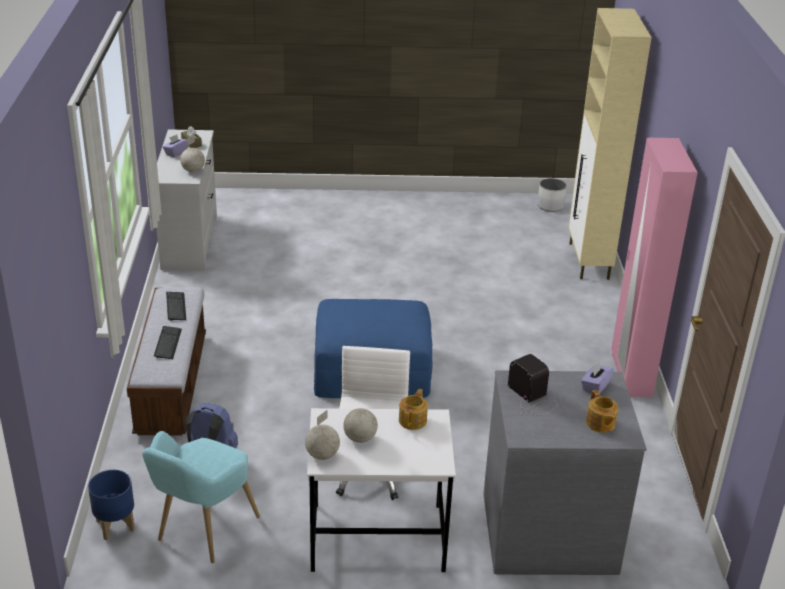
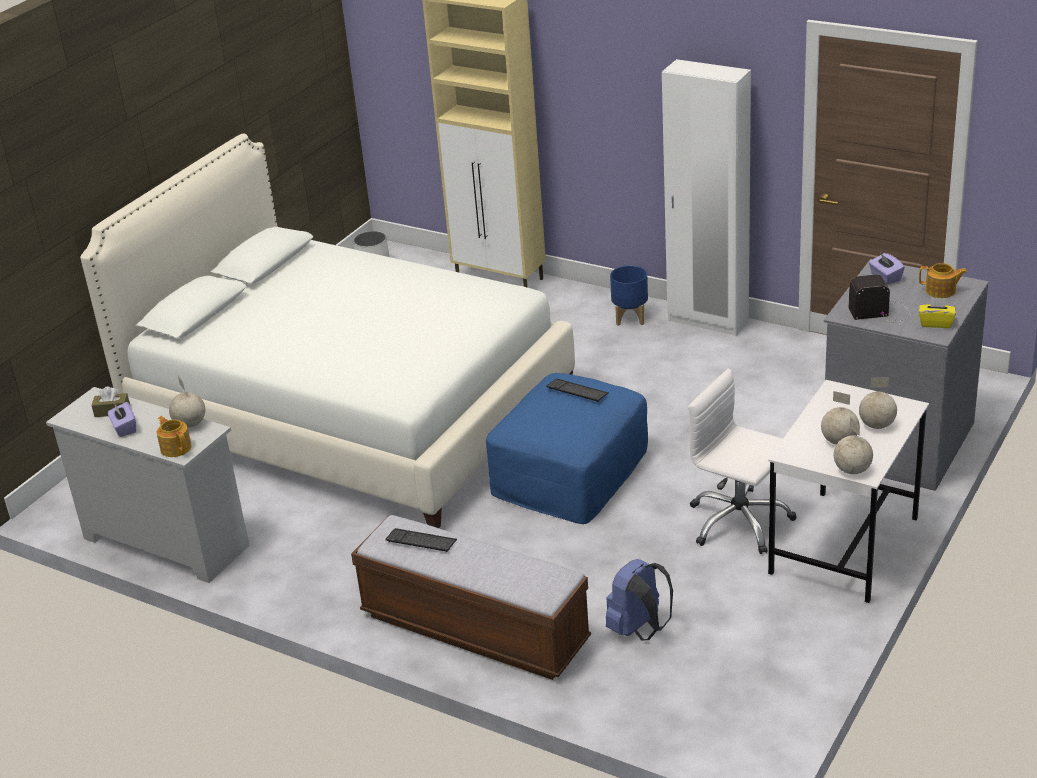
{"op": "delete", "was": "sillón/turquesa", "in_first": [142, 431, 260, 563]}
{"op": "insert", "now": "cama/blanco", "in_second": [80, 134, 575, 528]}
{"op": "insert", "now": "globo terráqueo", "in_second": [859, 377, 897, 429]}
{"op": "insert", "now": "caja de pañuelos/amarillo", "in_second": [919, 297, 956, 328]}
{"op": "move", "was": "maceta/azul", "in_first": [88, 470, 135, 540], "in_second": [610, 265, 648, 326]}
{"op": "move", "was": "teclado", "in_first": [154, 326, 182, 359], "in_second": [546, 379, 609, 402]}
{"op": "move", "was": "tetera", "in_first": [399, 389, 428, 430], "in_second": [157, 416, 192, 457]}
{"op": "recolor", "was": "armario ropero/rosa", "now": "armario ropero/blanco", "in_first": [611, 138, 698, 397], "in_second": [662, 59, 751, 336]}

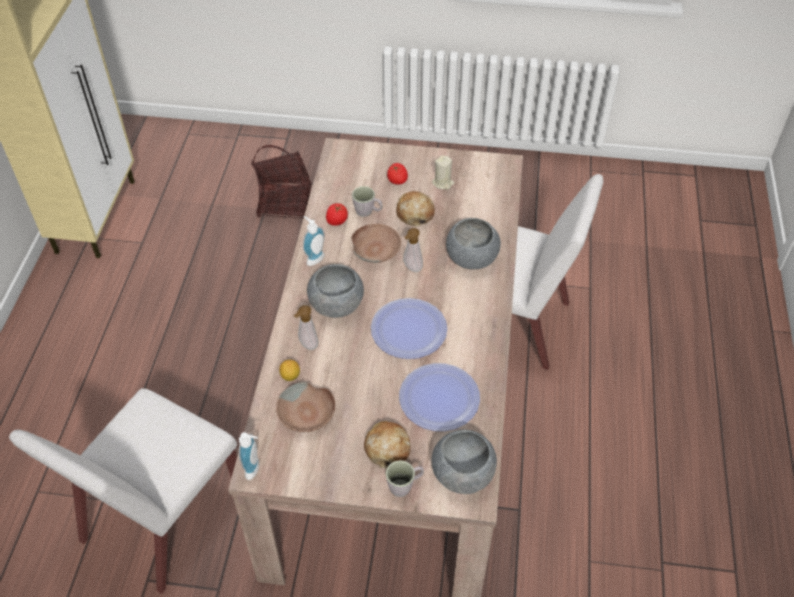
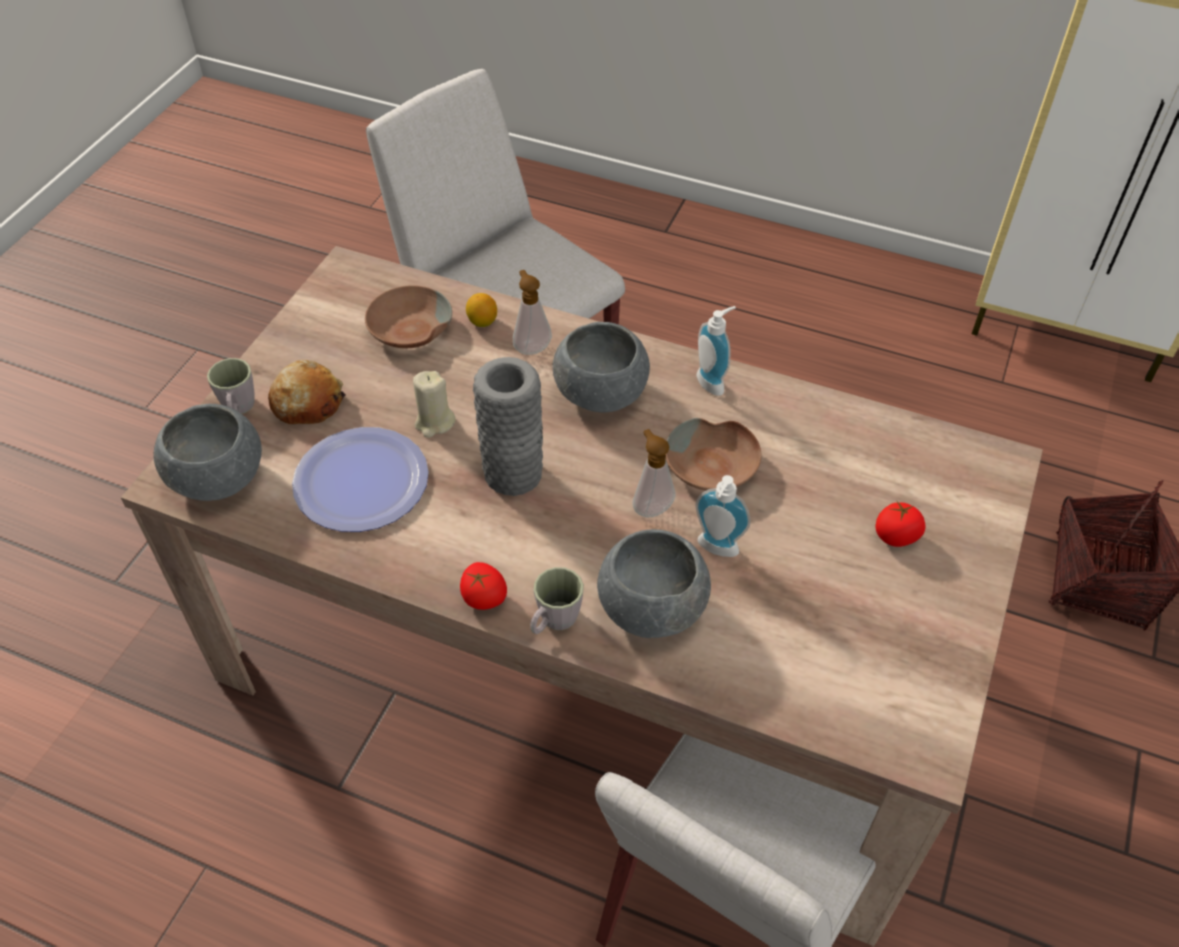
{"op": "delete", "was": "pan", "in_first": [396, 191, 435, 227]}
{"op": "move", "was": "dispensador de jabón", "in_first": [239, 432, 259, 480], "in_second": [695, 475, 750, 557]}
{"op": "move", "was": "tomate", "in_first": [326, 203, 348, 226], "in_second": [460, 562, 507, 610]}
{"op": "move", "was": "taza grande/gris", "in_first": [352, 186, 383, 217], "in_second": [530, 567, 584, 634]}
{"op": "move", "was": "vela/beis", "in_first": [432, 156, 454, 189], "in_second": [413, 371, 456, 438]}
{"op": "replace", "was": "plato", "now": "florero/gris", "in_first": [371, 298, 447, 359], "in_second": [473, 357, 543, 496]}

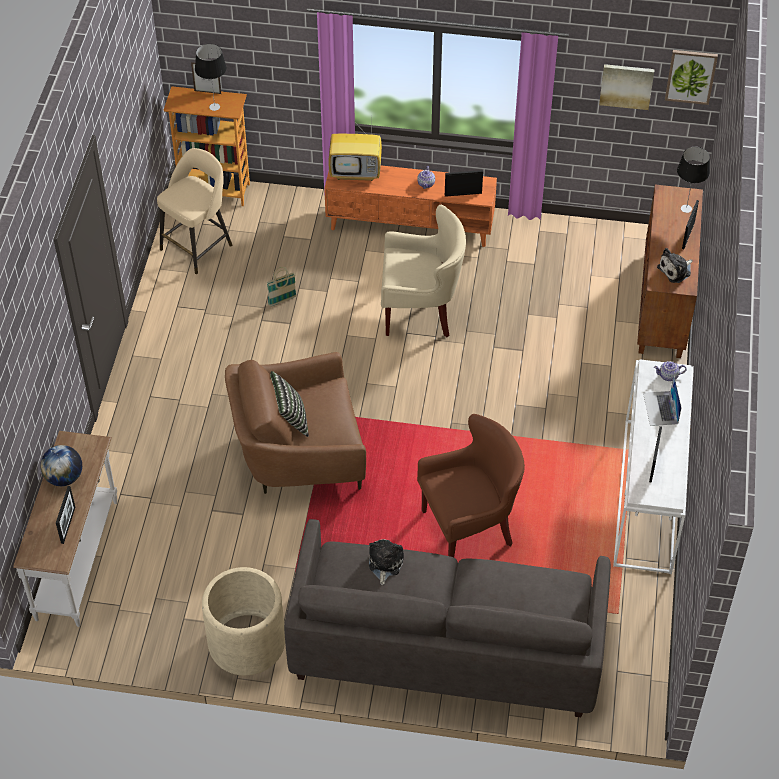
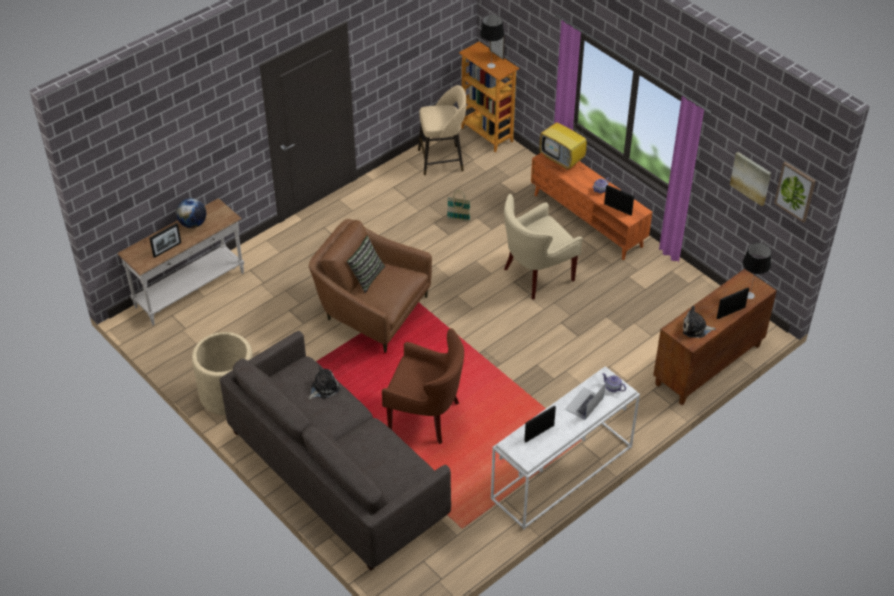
{"op": "rotate", "was": "sillón/beis", "in_first": [381, 205, 466, 338], "in_second": [504, 194, 583, 300], "clockwise": 105}

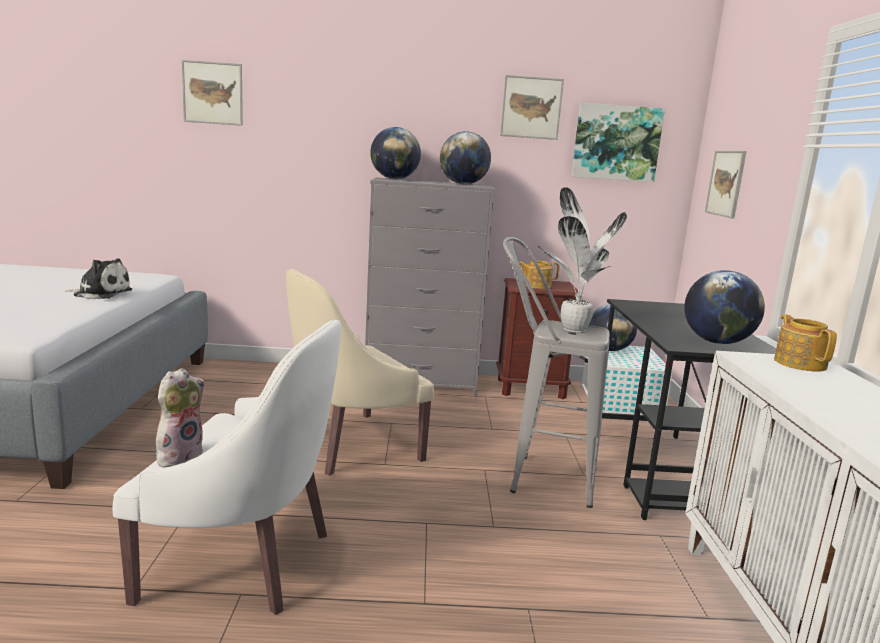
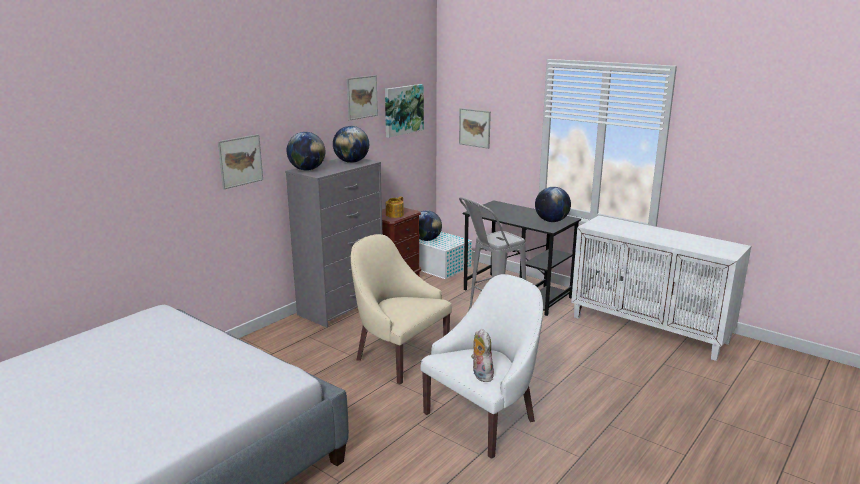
{"op": "delete", "was": "peluche", "in_first": [65, 258, 132, 299]}
{"op": "delete", "was": "planta en maceta", "in_first": [537, 187, 627, 333]}
{"op": "delete", "was": "tetera", "in_first": [774, 315, 837, 372]}
{"op": "move", "was": "cuadro", "in_first": [182, 60, 243, 126], "in_second": [217, 134, 263, 189]}
{"op": "rotate", "was": "sillón/beis", "in_first": [286, 269, 434, 476], "in_second": [351, 234, 452, 384], "clockwise": 120}

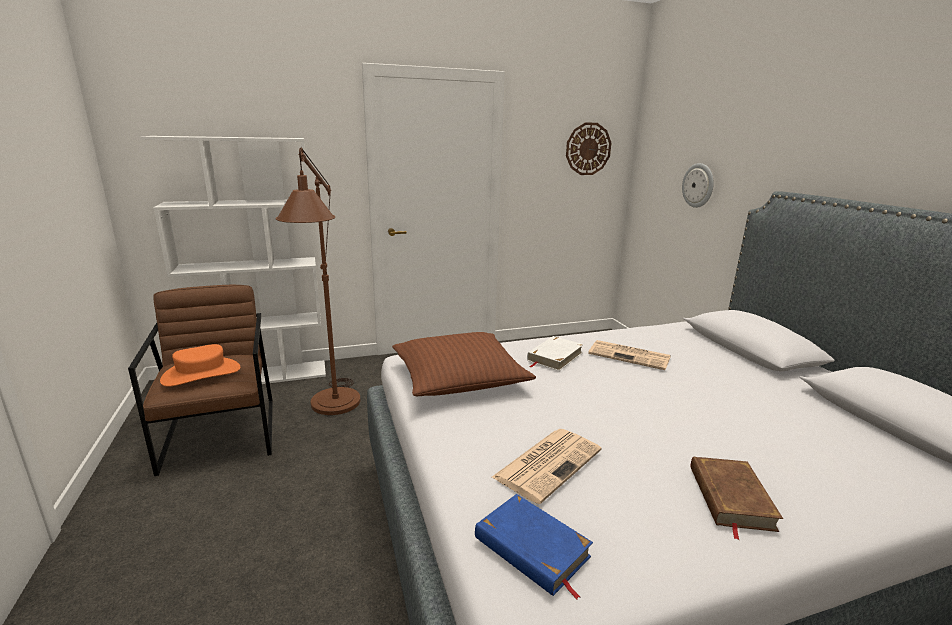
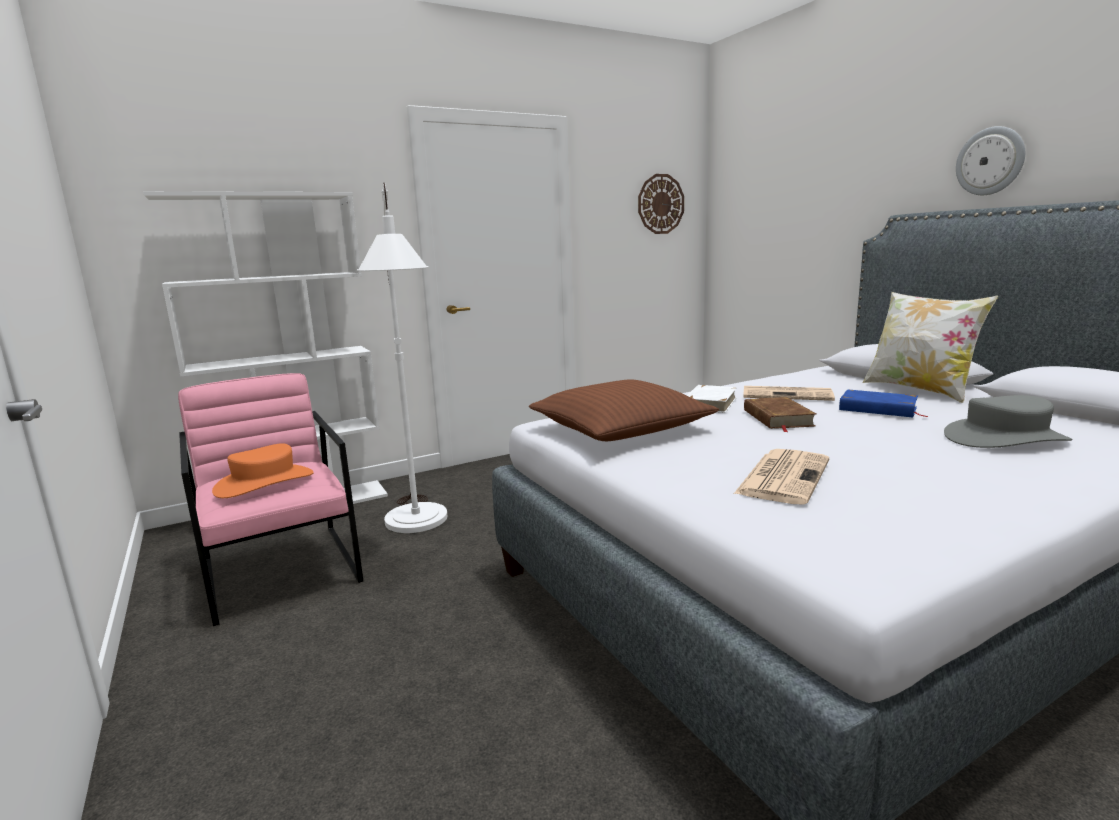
{"op": "insert", "now": "cojín", "in_second": [863, 292, 998, 403]}
{"op": "insert", "now": "sombrero/gris", "in_second": [944, 395, 1072, 448]}
{"op": "move", "was": "libro/azul", "in_first": [475, 494, 593, 599], "in_second": [839, 389, 928, 417]}
{"op": "move", "was": "reloj de pared", "in_first": [682, 163, 714, 208], "in_second": [956, 126, 1025, 195]}
{"op": "move", "was": "libro/marrón", "in_first": [690, 457, 783, 540], "in_second": [744, 397, 816, 432]}
{"op": "recolor", "was": "sillón/marrón", "now": "sillón/rosa", "in_first": [128, 284, 273, 476], "in_second": [178, 373, 363, 626]}
{"op": "recolor", "was": "lámpara de pie/marrón", "now": "lámpara de pie/blanco", "in_first": [276, 148, 361, 415], "in_second": [357, 183, 447, 533]}

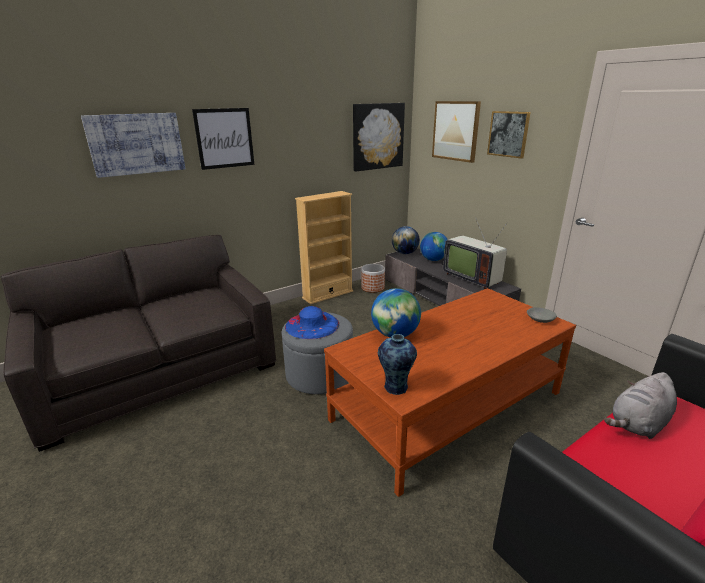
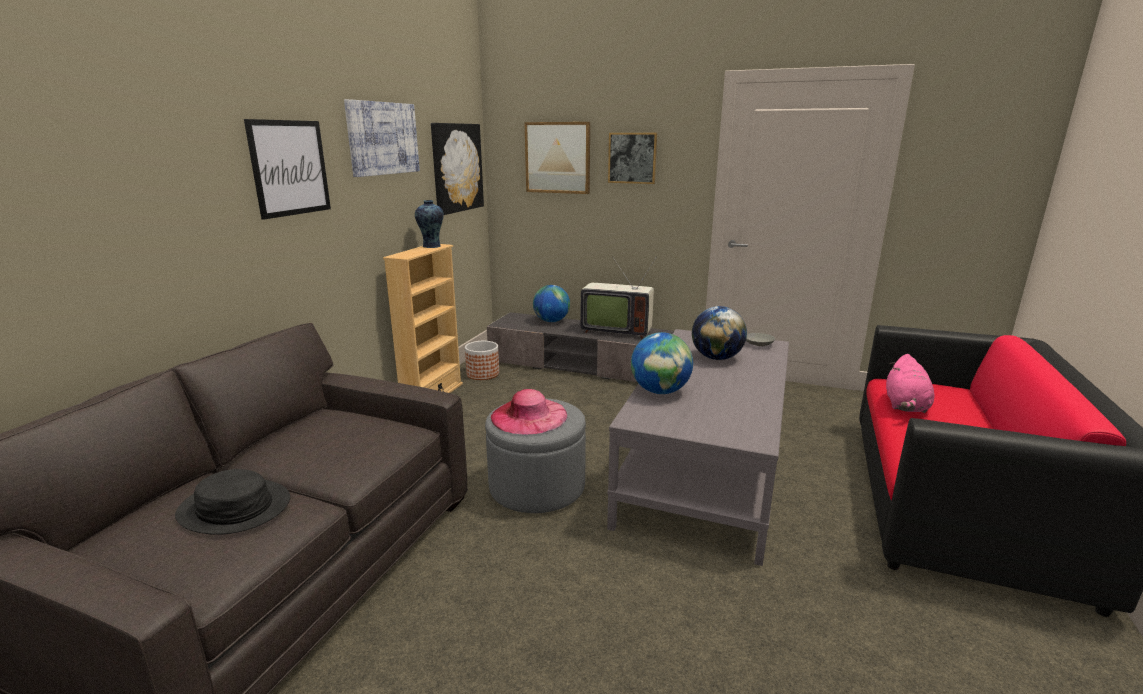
{"op": "insert", "now": "sombrero/negro", "in_second": [175, 469, 290, 535]}
{"op": "move", "was": "cuadro", "in_first": [81, 113, 186, 178], "in_second": [344, 99, 420, 177]}
{"op": "move", "was": "florero", "in_first": [378, 334, 417, 395], "in_second": [415, 200, 444, 248]}
{"op": "move", "was": "globo terráqueo", "in_first": [392, 226, 420, 254], "in_second": [692, 306, 747, 360]}
{"op": "recolor", "was": "sombrero/azul", "now": "sombrero/rosa", "in_first": [285, 306, 339, 339], "in_second": [491, 389, 567, 435]}
{"op": "recolor", "was": "mesa de centro/marrón", "now": "mesa de centro/gris", "in_first": [324, 288, 576, 497], "in_second": [607, 329, 789, 566]}
{"op": "recolor", "was": "peluche/gris", "now": "peluche/rosa", "in_first": [604, 372, 677, 439], "in_second": [886, 354, 935, 413]}

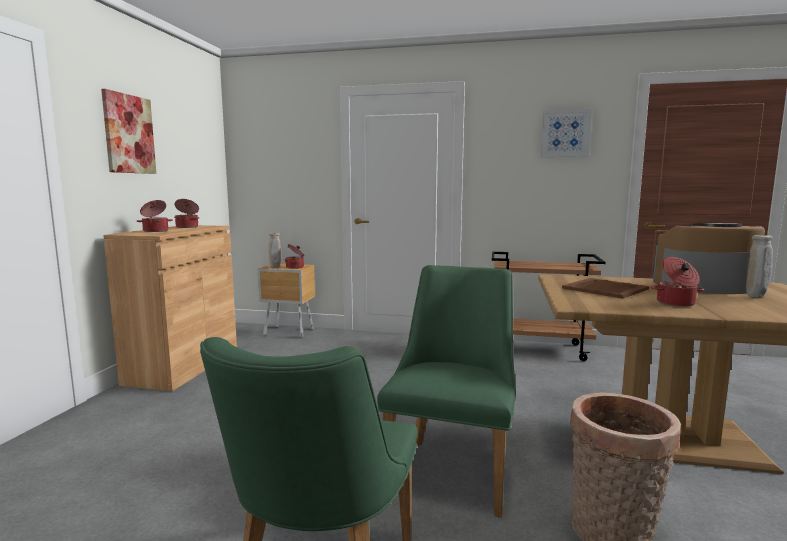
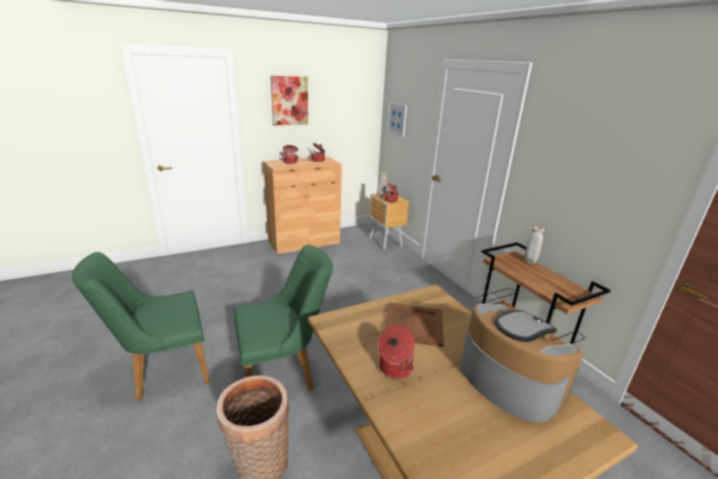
{"op": "move", "was": "cuadro", "in_first": [541, 109, 592, 157], "in_second": [387, 102, 407, 137]}
{"op": "move", "was": "florero/beis", "in_first": [746, 235, 773, 298], "in_second": [525, 226, 545, 264]}

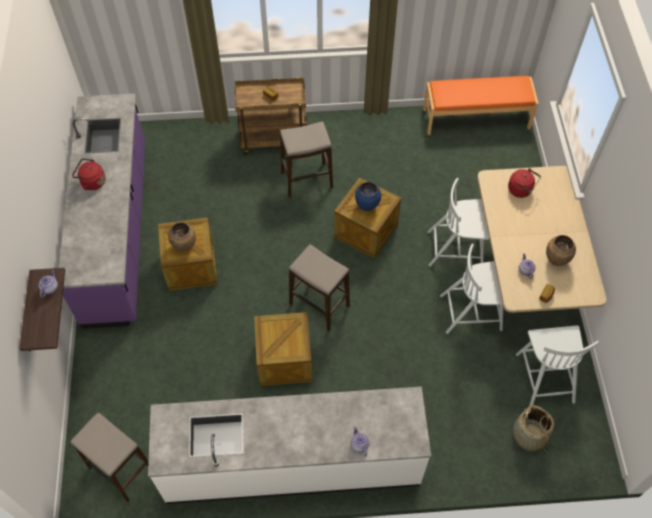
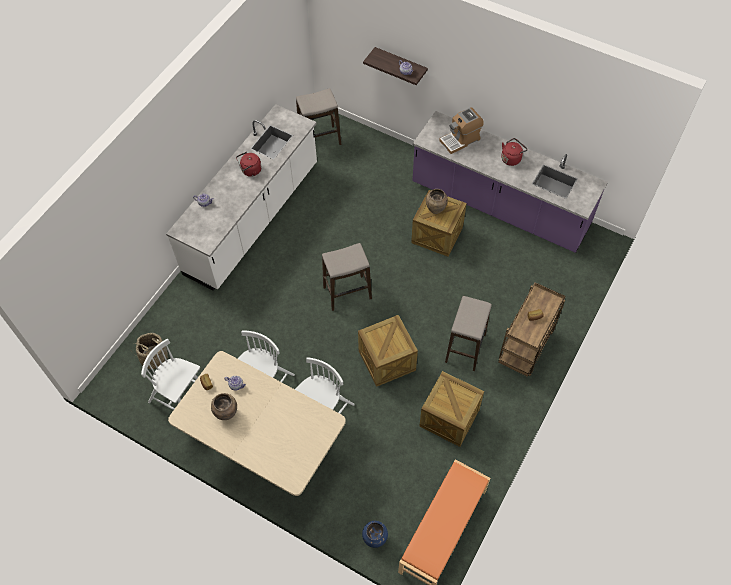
{"op": "insert", "now": "cafetera", "in_second": [439, 107, 484, 154]}
{"op": "move", "was": "caja de embalaje", "in_first": [254, 312, 312, 386], "in_second": [419, 371, 484, 447]}
{"op": "move", "was": "florero/azul", "in_first": [355, 182, 381, 211], "in_second": [362, 521, 388, 548]}
{"op": "move", "was": "hervidor/rojo", "in_first": [508, 168, 541, 198], "in_second": [236, 152, 262, 177]}

